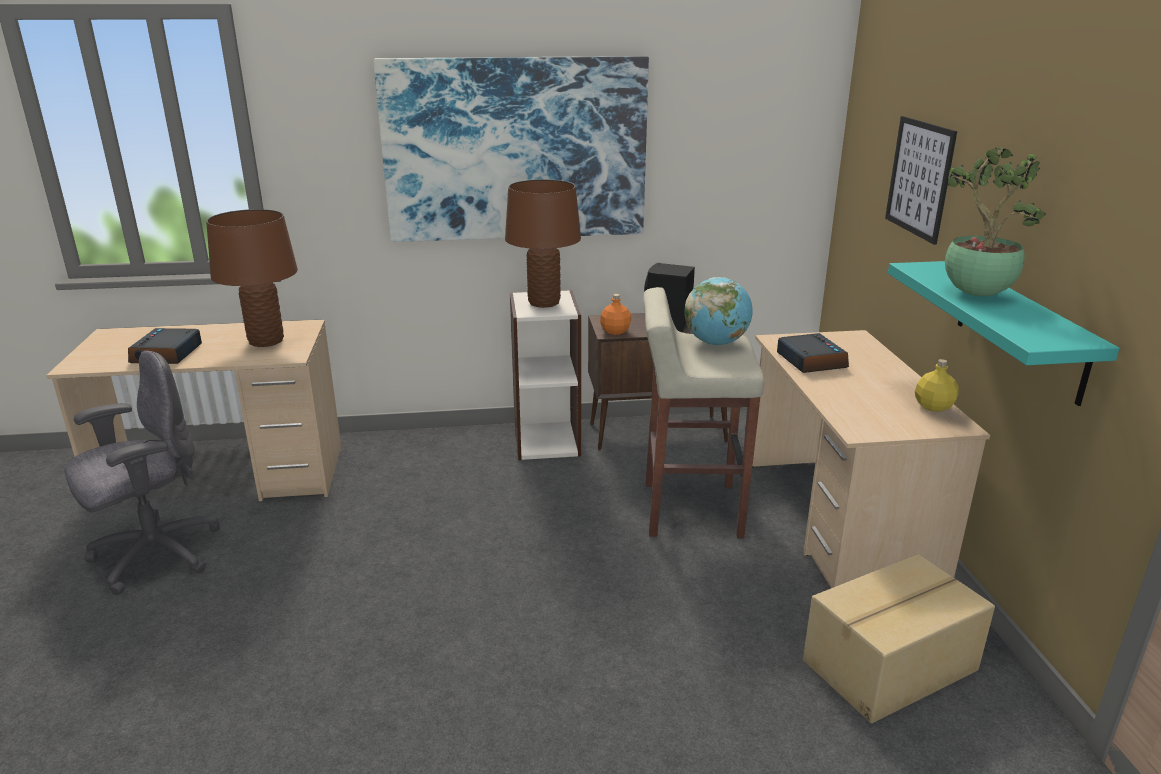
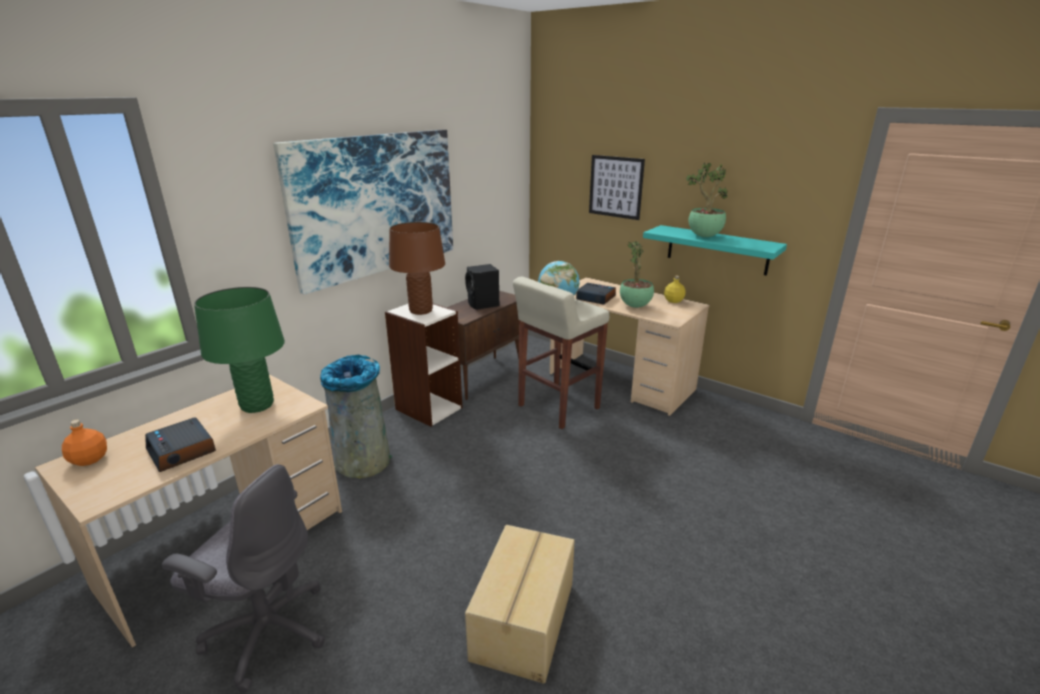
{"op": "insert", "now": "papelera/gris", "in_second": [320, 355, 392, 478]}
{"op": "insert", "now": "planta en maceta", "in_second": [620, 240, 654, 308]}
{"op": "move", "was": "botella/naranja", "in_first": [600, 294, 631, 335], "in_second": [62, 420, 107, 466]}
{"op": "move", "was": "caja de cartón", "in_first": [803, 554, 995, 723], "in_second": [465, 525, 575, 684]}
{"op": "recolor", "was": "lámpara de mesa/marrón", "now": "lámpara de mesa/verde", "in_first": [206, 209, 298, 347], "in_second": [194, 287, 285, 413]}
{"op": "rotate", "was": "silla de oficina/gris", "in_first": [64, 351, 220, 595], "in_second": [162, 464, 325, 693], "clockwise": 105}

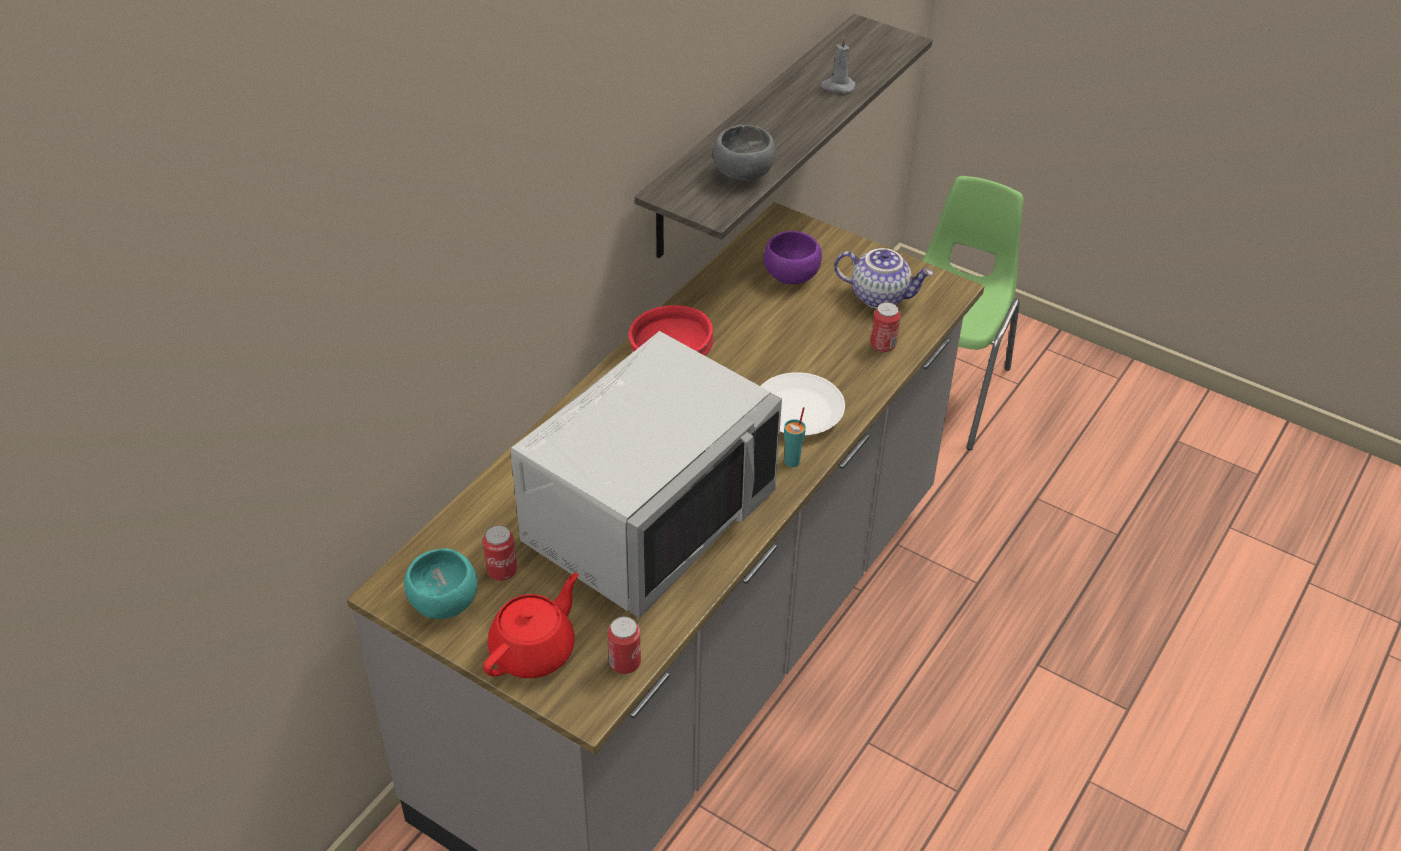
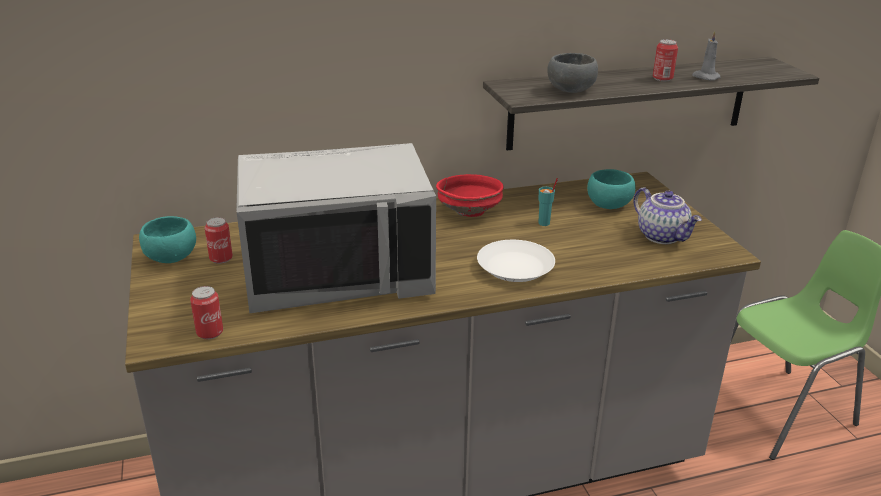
{"op": "delete", "was": "tetera/rojo", "in_first": [483, 573, 579, 678]}
{"op": "move", "was": "taza/turquesa", "in_first": [784, 407, 806, 467], "in_second": [538, 178, 558, 226]}
{"op": "move", "was": "lata", "in_first": [871, 302, 901, 352], "in_second": [653, 39, 678, 81]}
{"op": "recolor", "was": "cuenco/morado", "now": "cuenco/turquesa", "in_first": [764, 231, 822, 284], "in_second": [587, 169, 636, 209]}

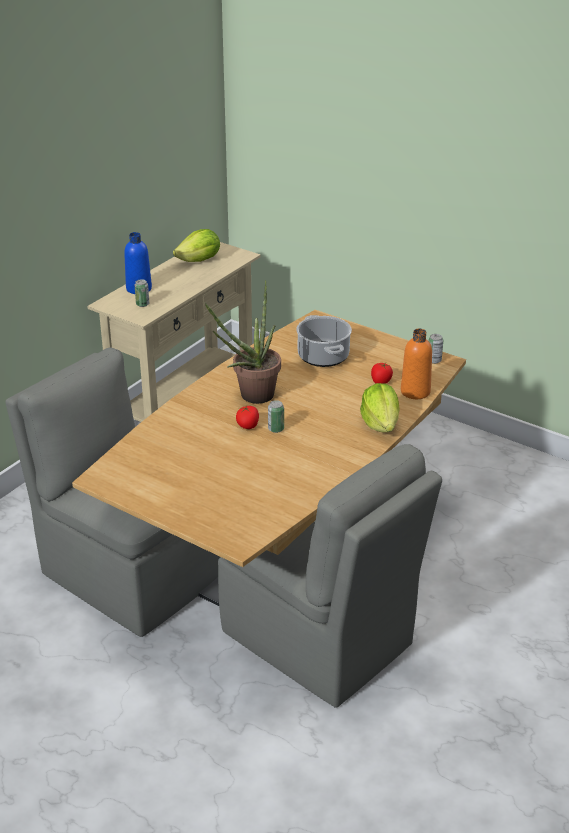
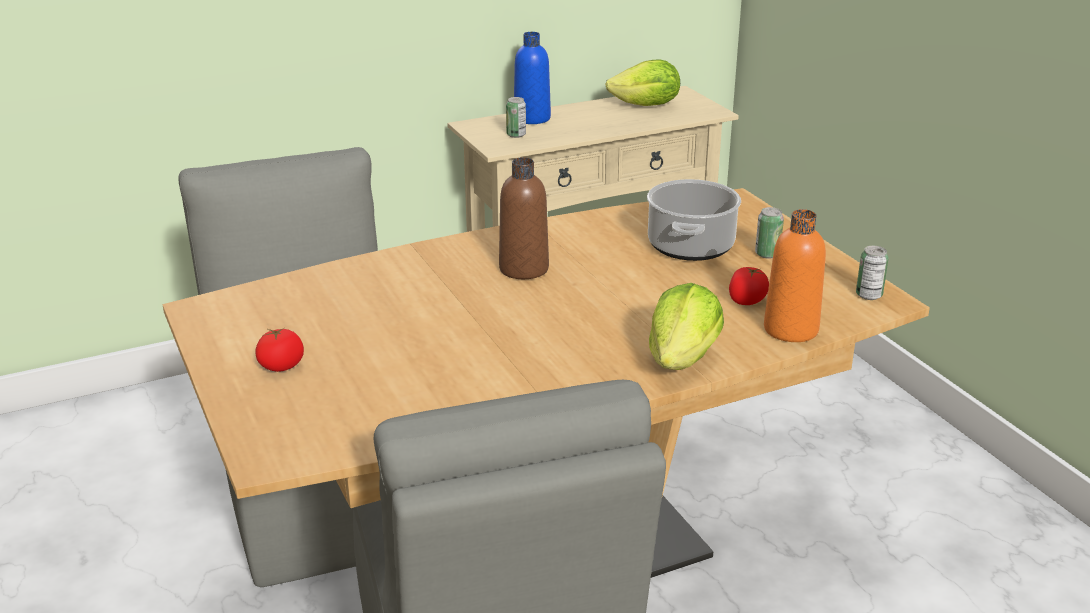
{"op": "move", "was": "tomate", "in_first": [236, 406, 259, 429], "in_second": [255, 328, 304, 372]}
{"op": "move", "was": "lata", "in_first": [268, 400, 284, 433], "in_second": [755, 207, 784, 259]}
{"op": "replace", "was": "planta en maceta", "now": "botella/marrón", "in_first": [205, 280, 281, 404], "in_second": [499, 157, 549, 279]}

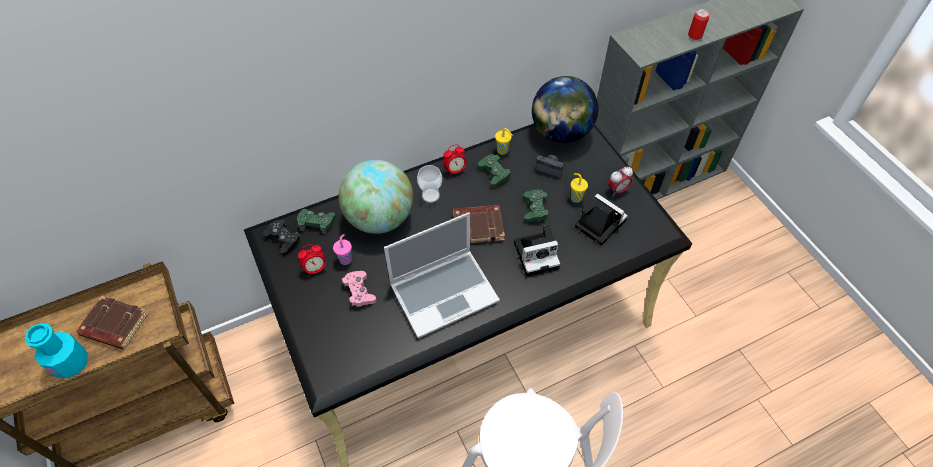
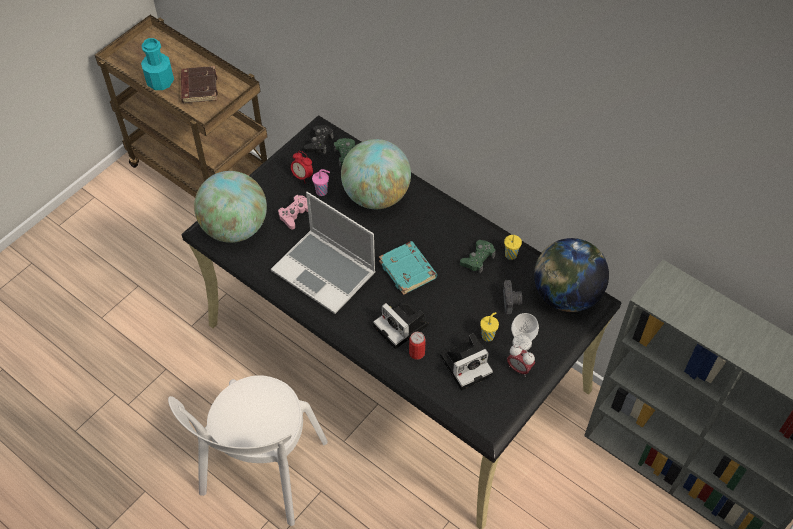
{"op": "delete", "was": "despertador", "in_first": [443, 145, 466, 177]}
{"op": "delete", "was": "mando de consola/verde", "in_first": [523, 189, 548, 222]}
{"op": "insert", "now": "globo terráqueo", "in_second": [194, 171, 267, 243]}
{"op": "move", "was": "taza", "in_first": [417, 165, 442, 203], "in_second": [511, 313, 539, 351]}
{"op": "move", "was": "lata", "in_first": [688, 9, 709, 40], "in_second": [409, 332, 426, 360]}
{"op": "recolor", "was": "libro/marrón", "now": "libro/turquesa", "in_first": [453, 205, 505, 244], "in_second": [379, 241, 437, 295]}
{"op": "rotate", "was": "cámara", "in_first": [575, 194, 628, 246], "in_second": [440, 333, 493, 391], "clockwise": 45}

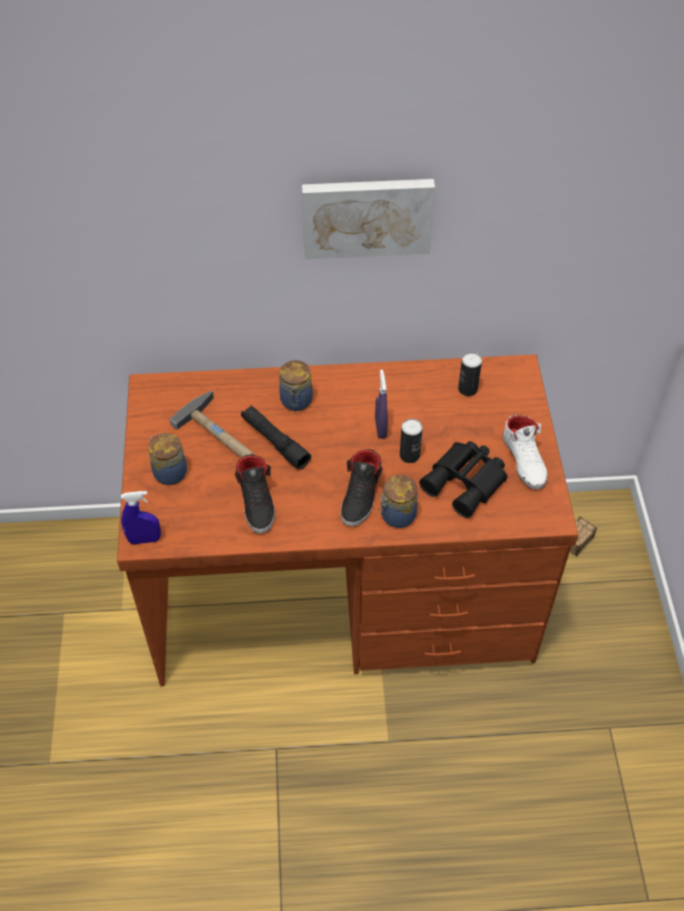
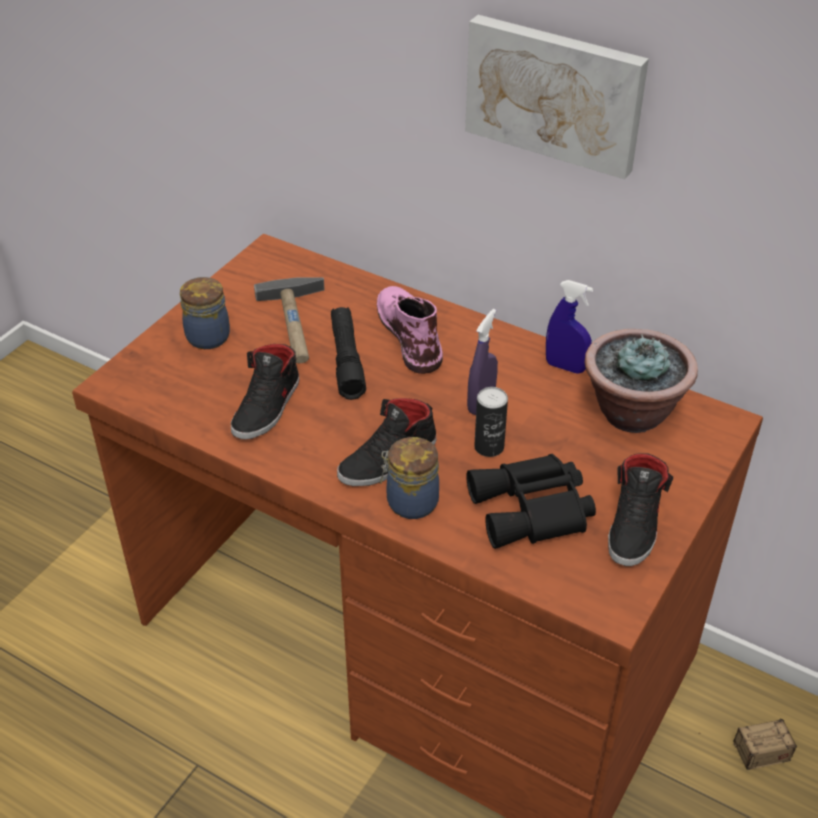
{"op": "move", "was": "pulverizador/azul", "in_first": [121, 491, 161, 544], "in_second": [546, 280, 593, 374]}
{"op": "replace", "was": "tarro", "now": "bota/rosa", "in_first": [279, 360, 313, 411], "in_second": [377, 286, 443, 374]}
{"op": "replace", "was": "lata", "now": "planta en maceta", "in_first": [458, 352, 482, 396], "in_second": [585, 329, 698, 433]}
{"op": "recolor", "was": "zapato/blanco", "now": "zapato/negro", "in_first": [503, 415, 548, 490], "in_second": [608, 453, 673, 566]}

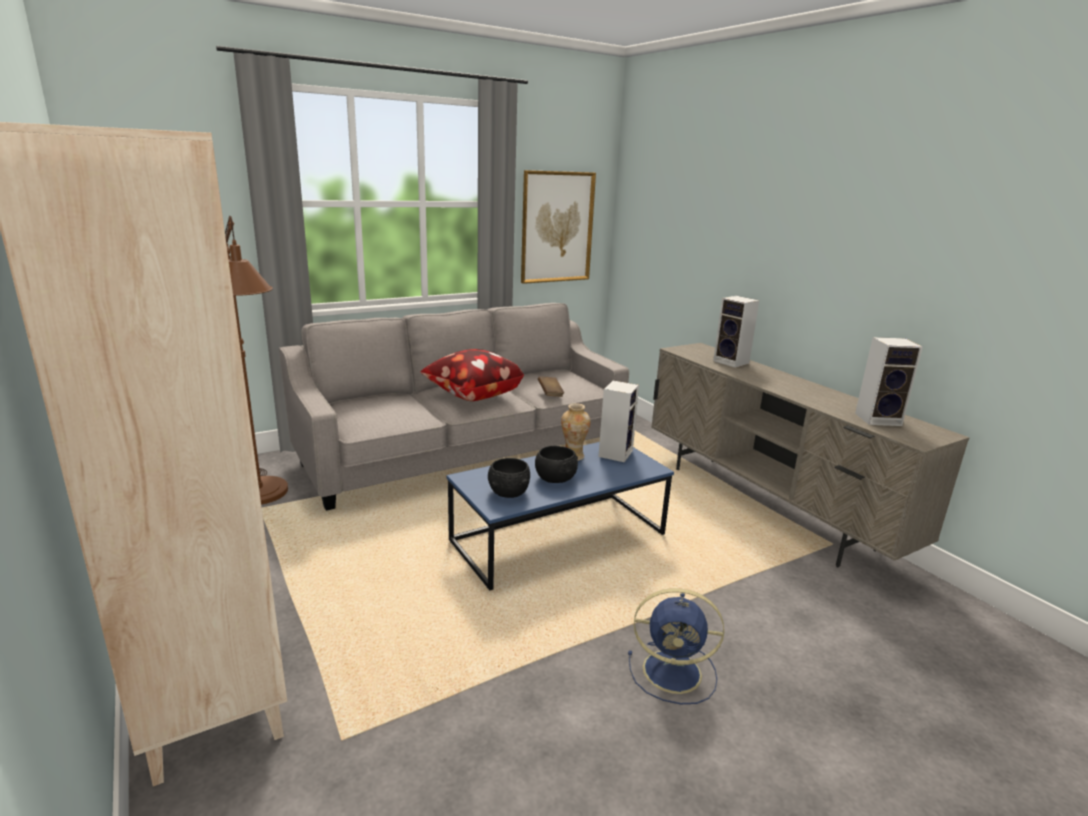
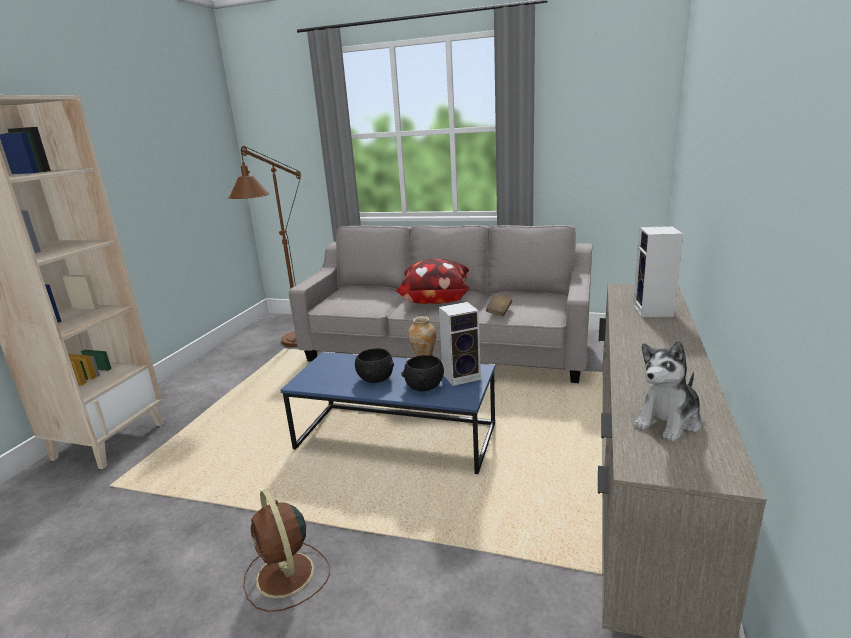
{"op": "delete", "was": "cuadro", "in_first": [521, 170, 596, 284]}
{"op": "move", "was": "cuenco/negro", "in_first": [488, 458, 530, 498], "in_second": [402, 355, 444, 391]}
{"op": "replace", "was": "altavoz", "now": "peluche", "in_first": [855, 337, 923, 426], "in_second": [633, 341, 702, 442]}
{"op": "recolor", "was": "ventilador/azul", "now": "ventilador/marrón", "in_first": [628, 588, 724, 704], "in_second": [243, 489, 330, 612]}

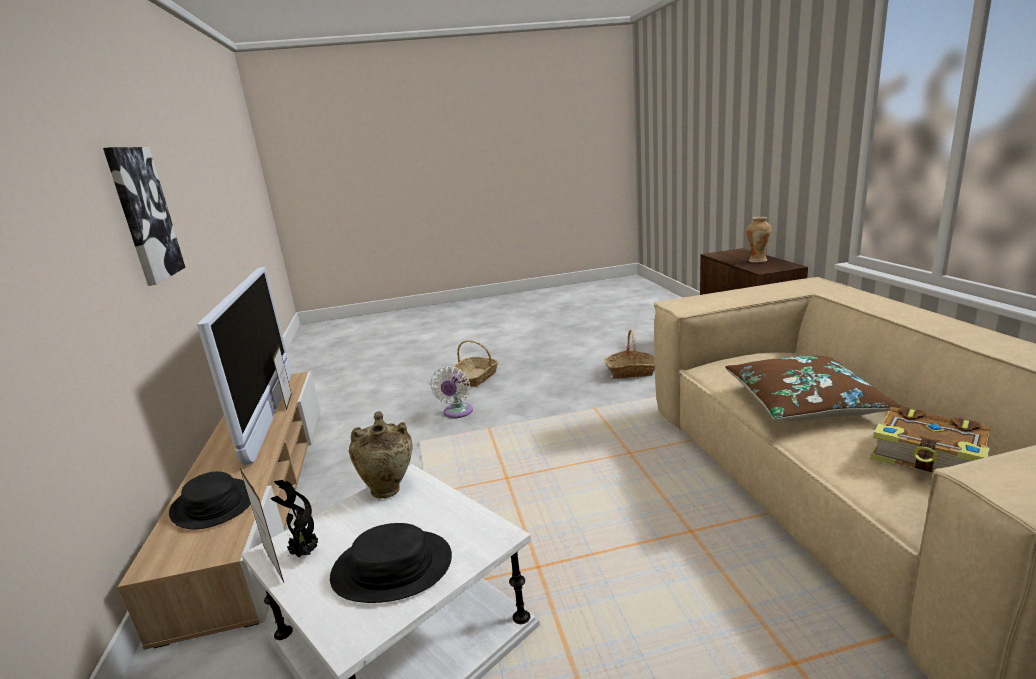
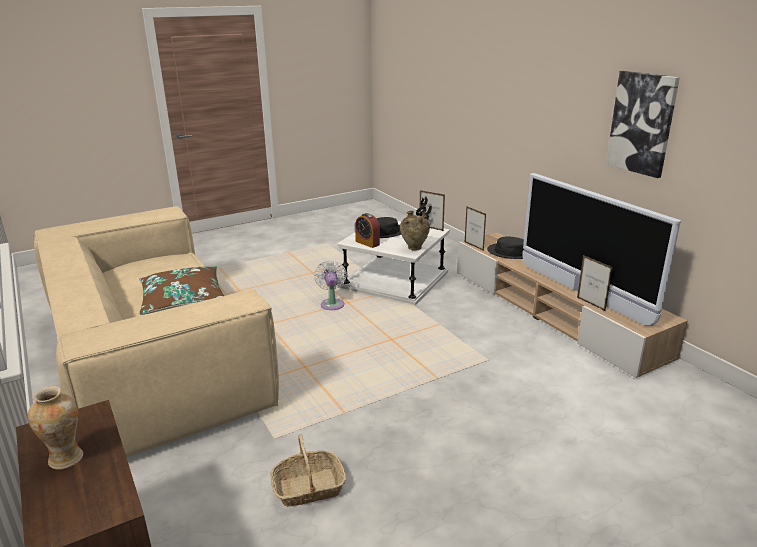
{"op": "delete", "was": "cesta", "in_first": [453, 340, 498, 387]}
{"op": "delete", "was": "libro", "in_first": [870, 406, 991, 472]}
{"op": "insert", "now": "despertador", "in_second": [355, 213, 380, 248]}
{"op": "insert", "now": "portarretratos", "in_second": [465, 206, 486, 251]}
{"op": "move", "was": "ventilador/blanco", "in_first": [430, 366, 473, 418], "in_second": [314, 260, 346, 310]}

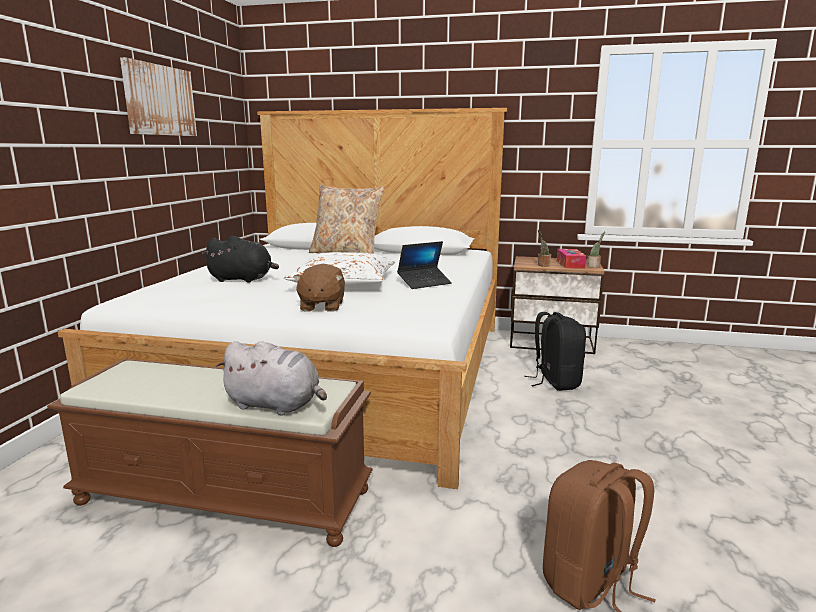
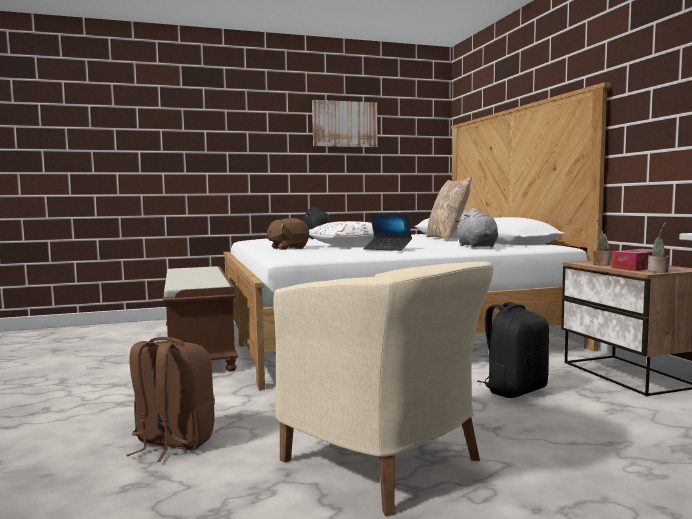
{"op": "insert", "now": "sillón/beis", "in_second": [273, 261, 493, 516]}
{"op": "move", "was": "peluche/gris", "in_first": [216, 341, 327, 416], "in_second": [455, 208, 498, 248]}

